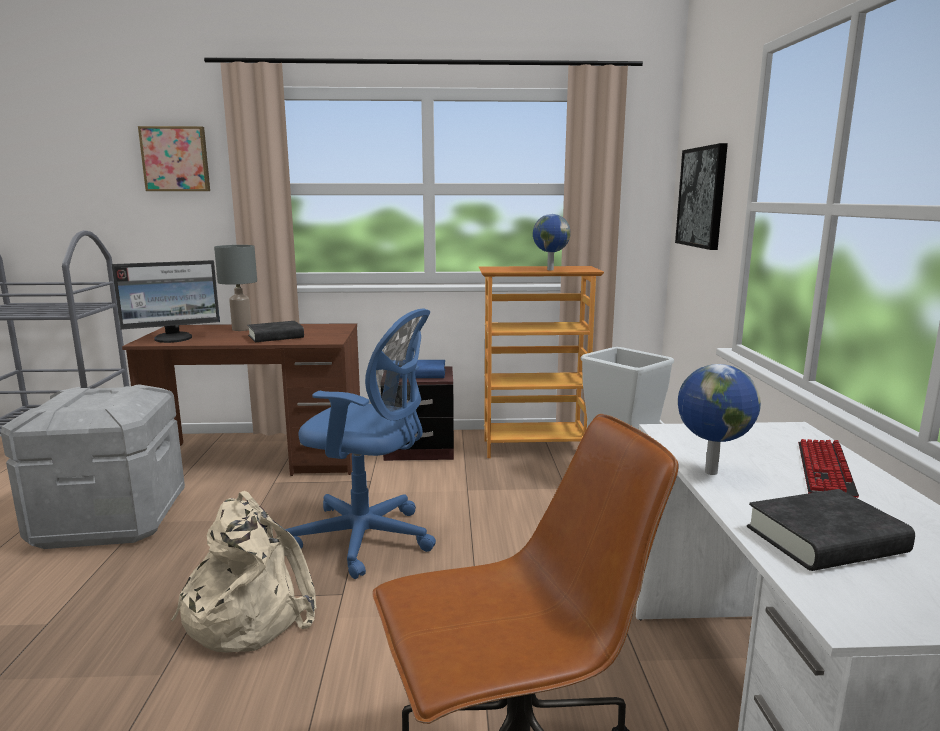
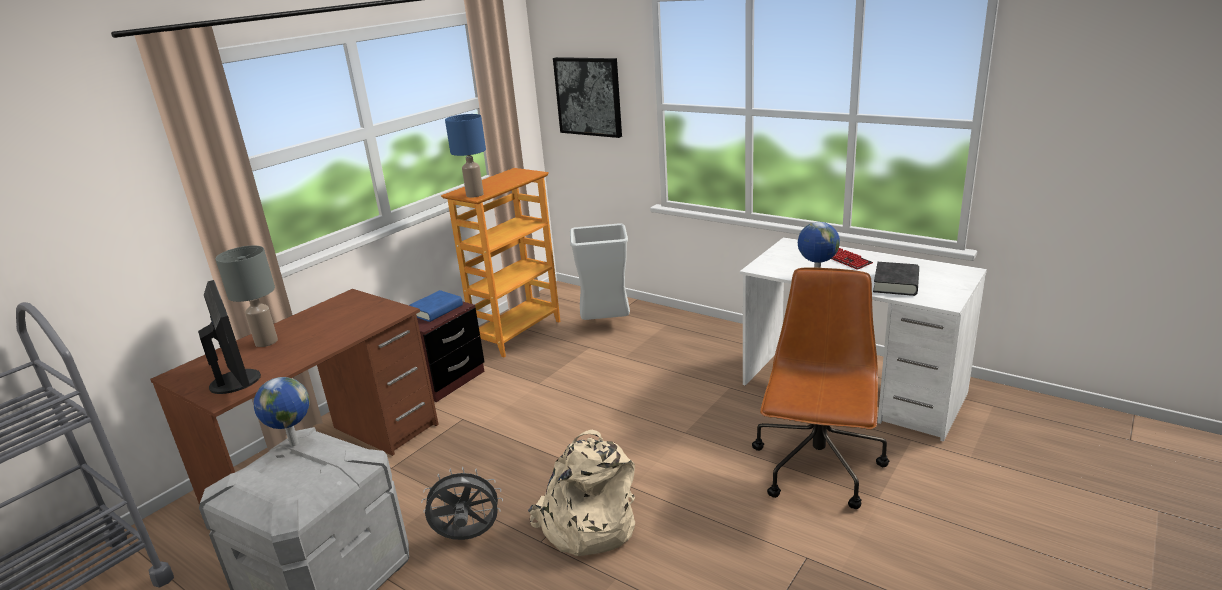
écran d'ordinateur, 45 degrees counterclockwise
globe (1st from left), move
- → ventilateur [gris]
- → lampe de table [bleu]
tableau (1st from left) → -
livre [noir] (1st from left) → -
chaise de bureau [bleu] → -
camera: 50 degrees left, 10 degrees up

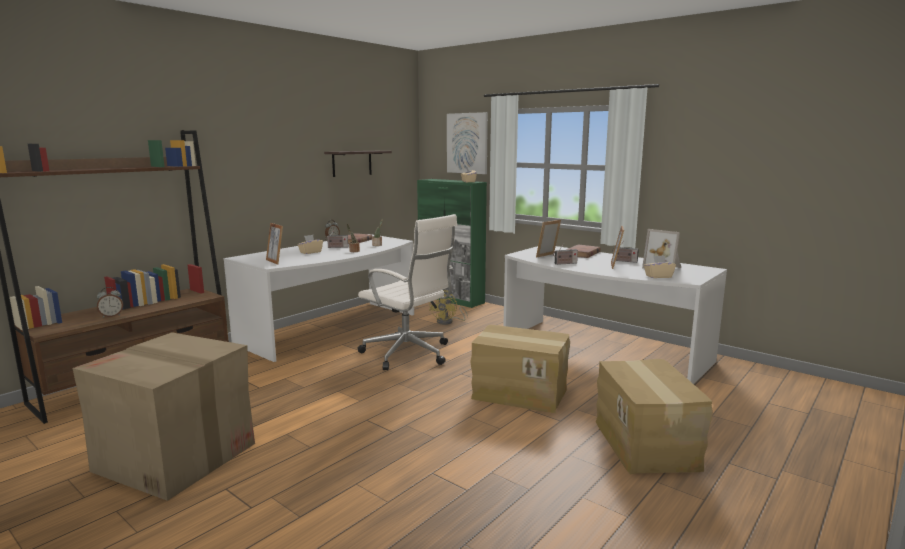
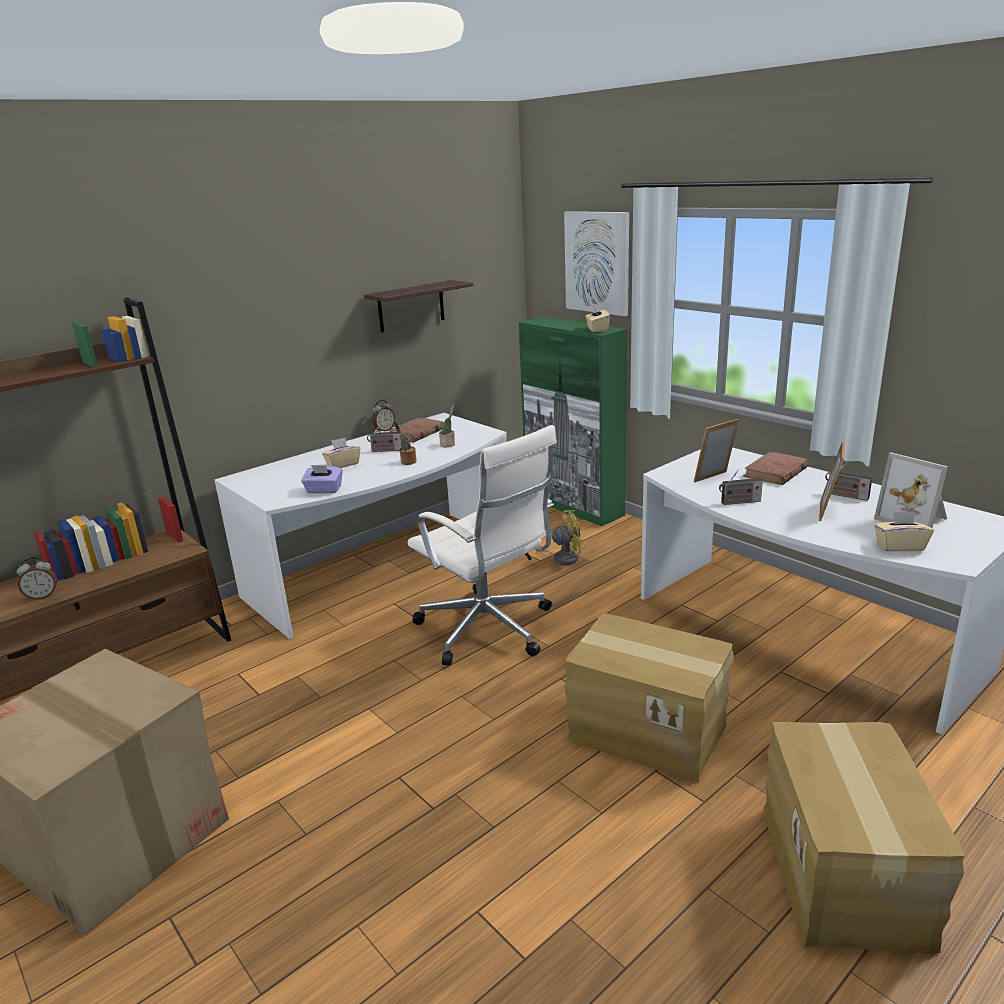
- → boîte à mouchoirs [violet]
ventilateur [jaune], 135 degrees counterclockwise
cadre photo (1st from left) → -
camera: 10 degrees right, 10 degrees up

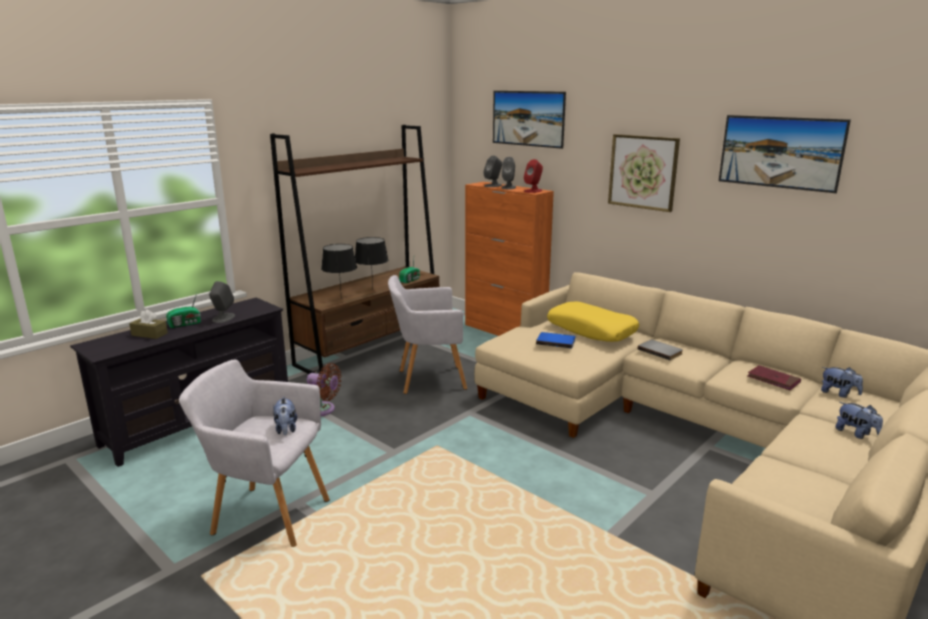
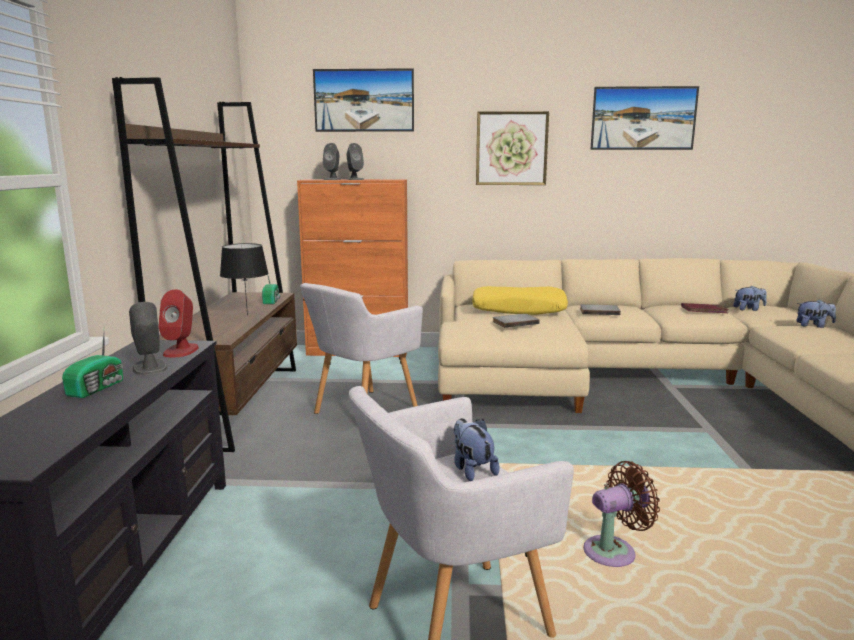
enceinte [rouge], move
peluche (1st from left), 150 degrees counterclockwise
livre [bleu] → livre [gris] (1st from left)
ventilateur [marron], move
boîte à mouchoirs [marron] → -
lampe de table [noir] (1st from left) → -
camera: 40 degrees left, 5 degrees down

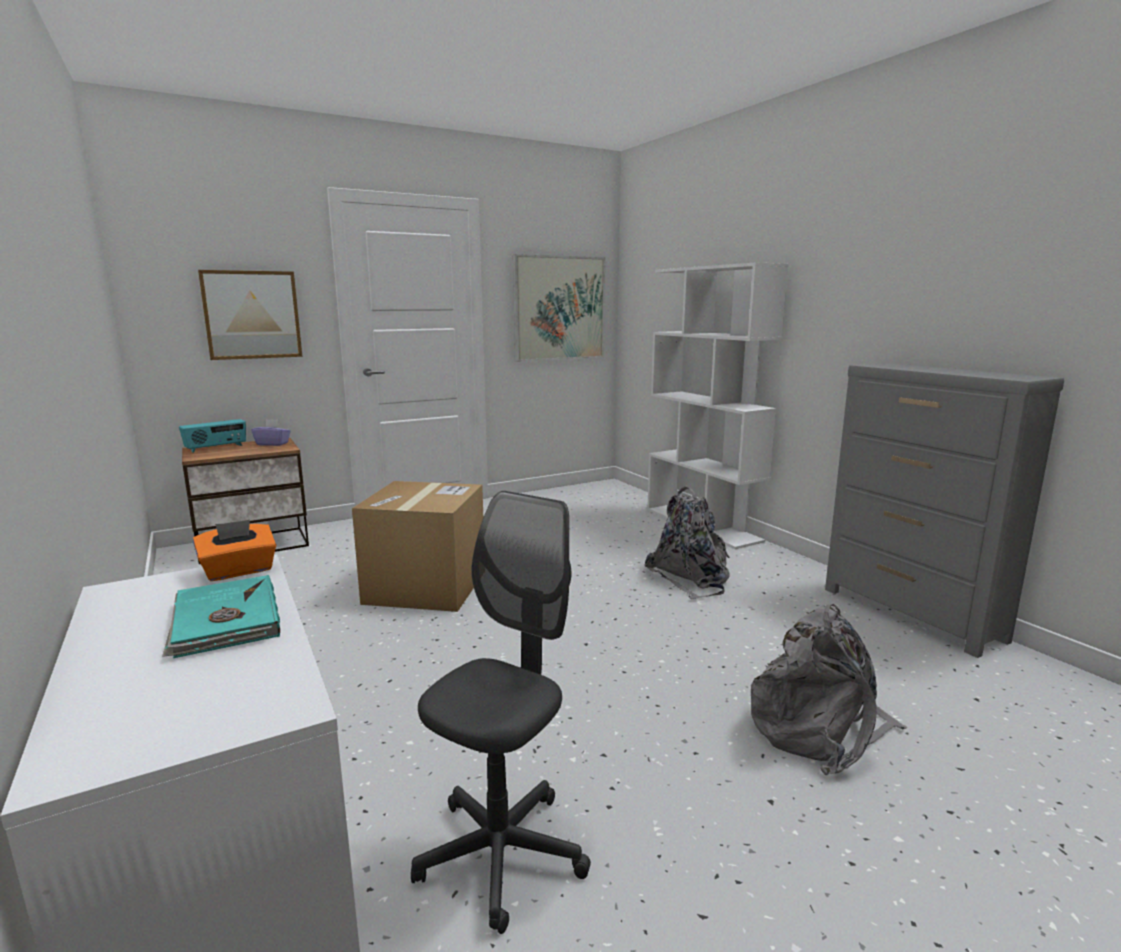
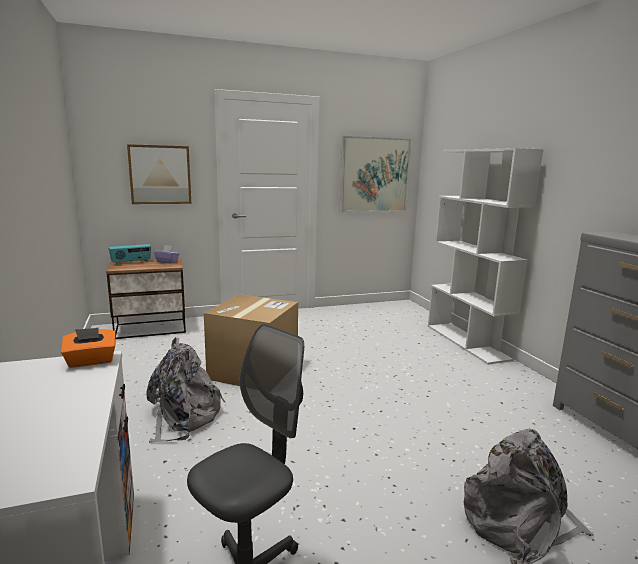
sac à dos [gris] (1st from left), move
livre [turquoise] → -
camera: 10 degrees right, 0 degrees up

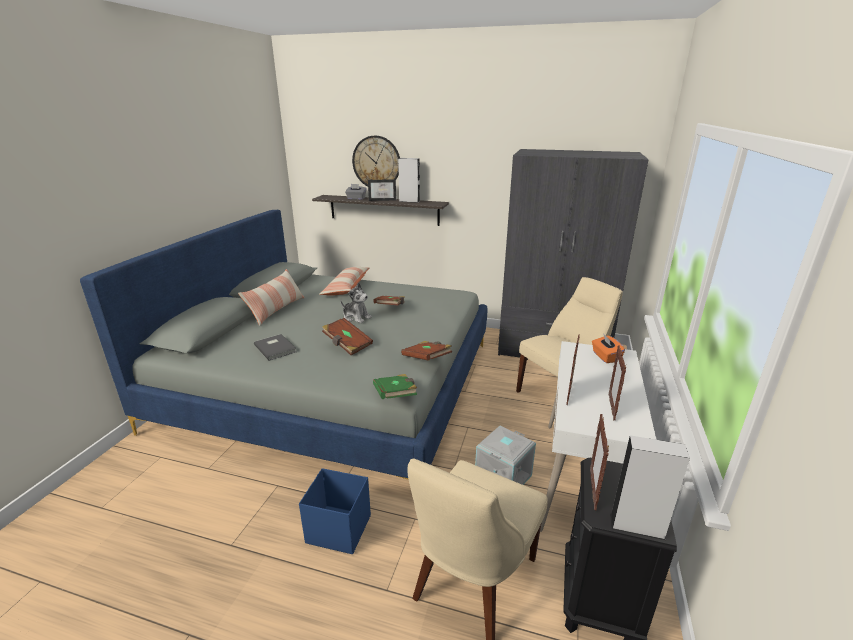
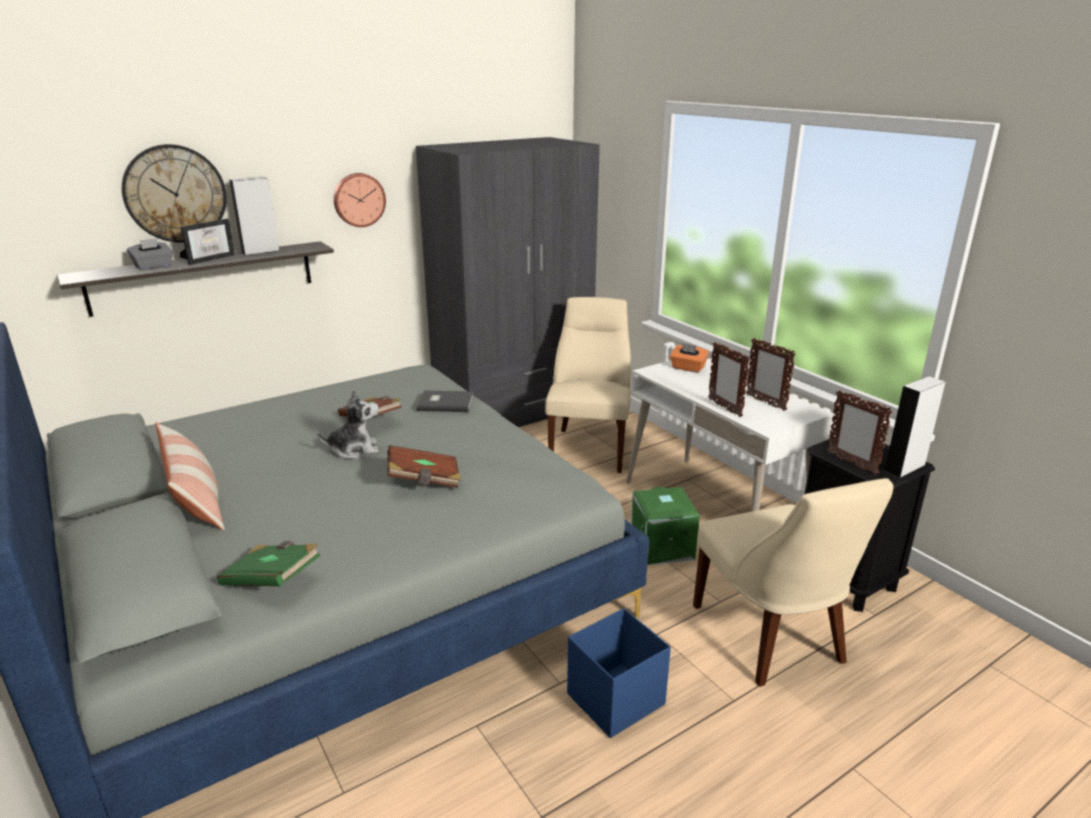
livre [vert], move
- → horloge murale (2nd from left)
livre [gris], move
boîte de rangement [gris] → boîte de rangement [vert]
coussin (2nd from left) → -
livre [marron] (3rd from left) → -
camera: 50 degrees left, 0 degrees up

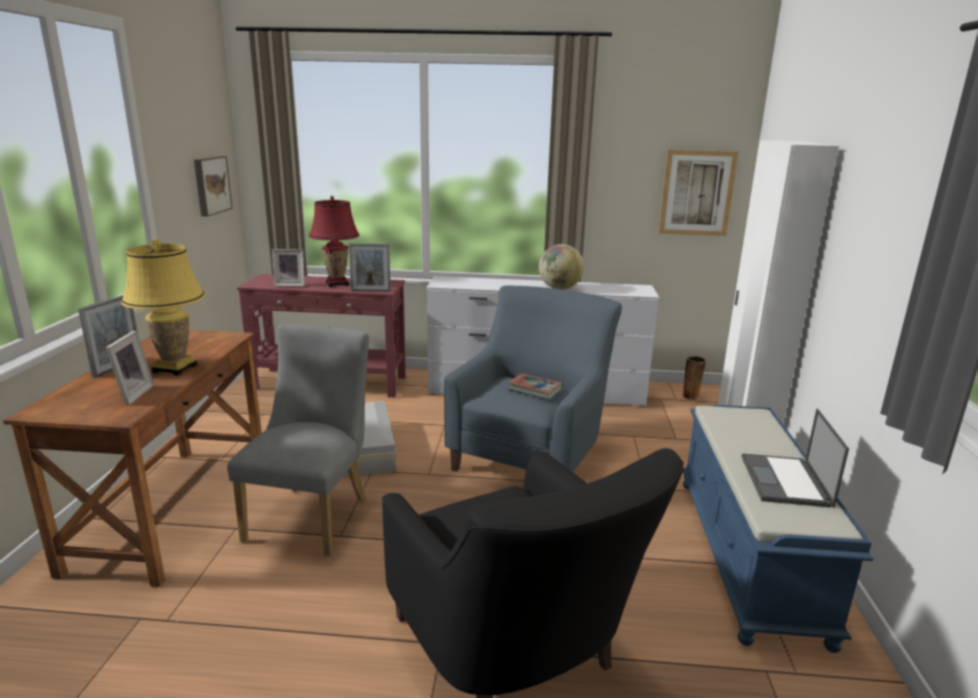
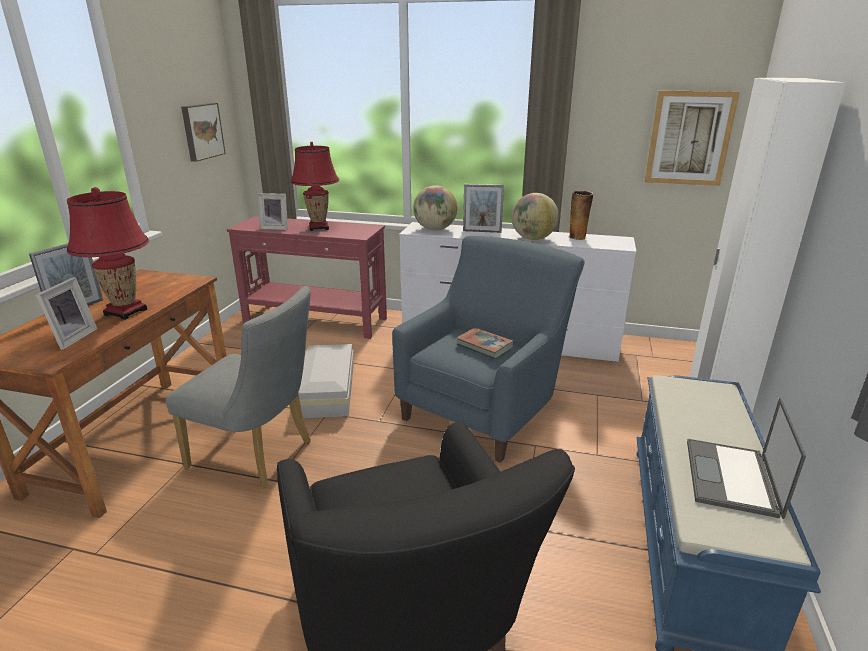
lampe de table [jaune] → lampe de table [rouge] (1st from left)
chaise [gris], 90 degrees clockwise
- → globe (1st from left)
cadre photo (4th from left), move
vase, move
camera: 10 degrees right, 5 degrees up

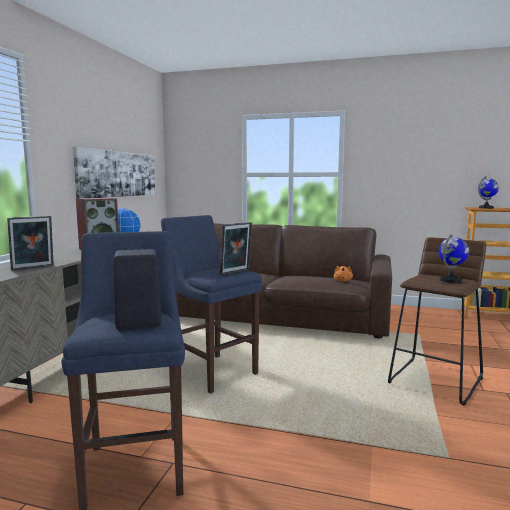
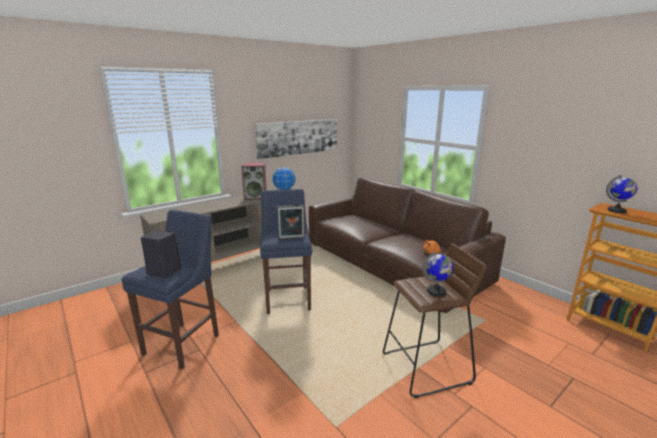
cadre photo (1st from left) → -
camera: 35 degrees right, 10 degrees up

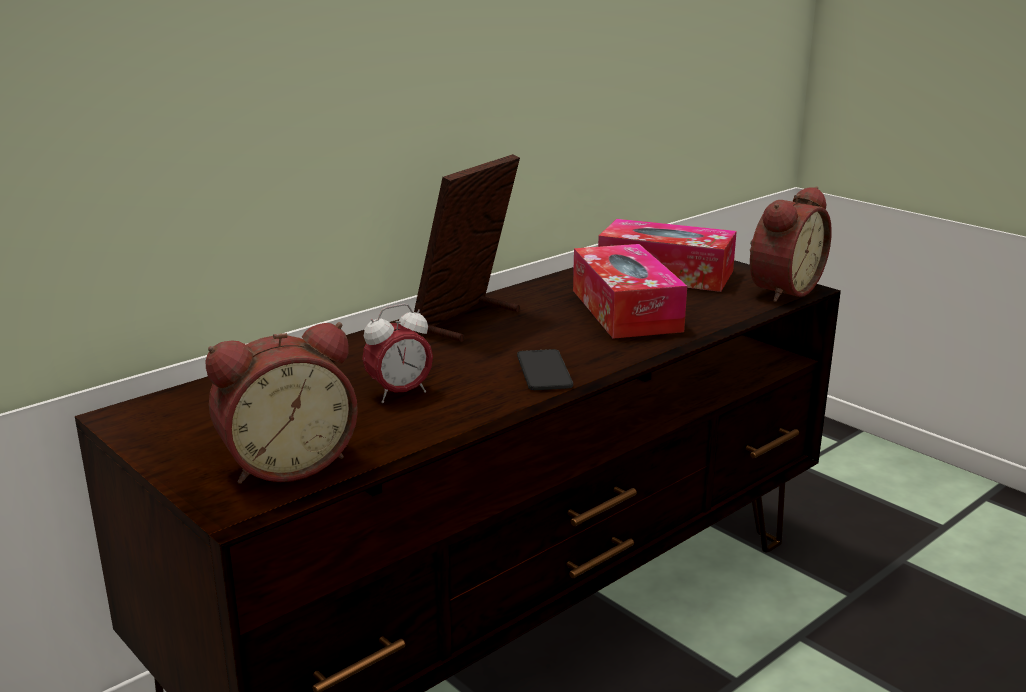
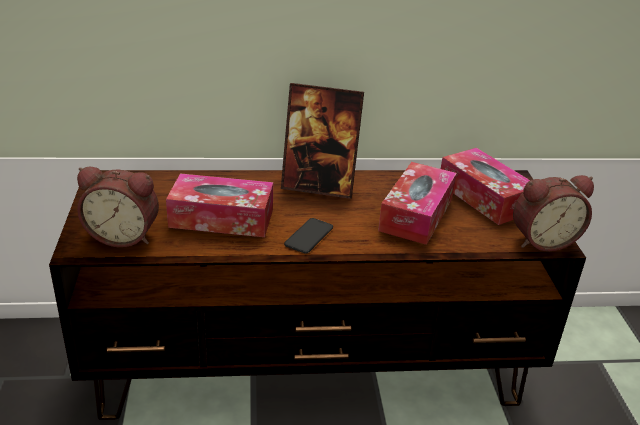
réveil (2nd from left) → boîte à mouchoirs (1st from left)
cadre photo, 150 degrees counterclockwise
camera: 35 degrees right, 10 degrees up

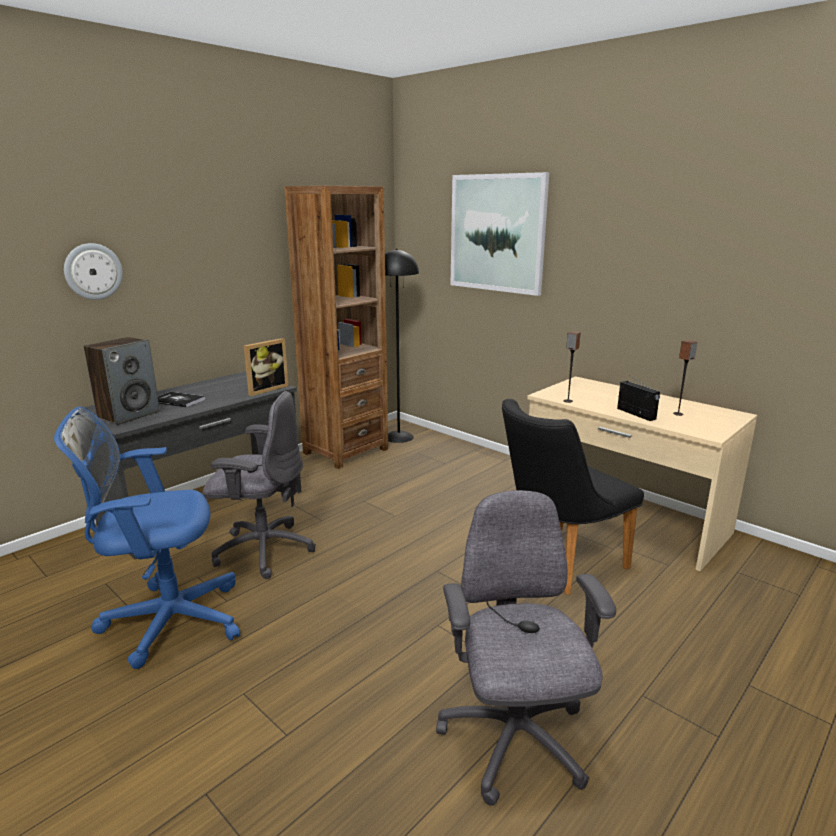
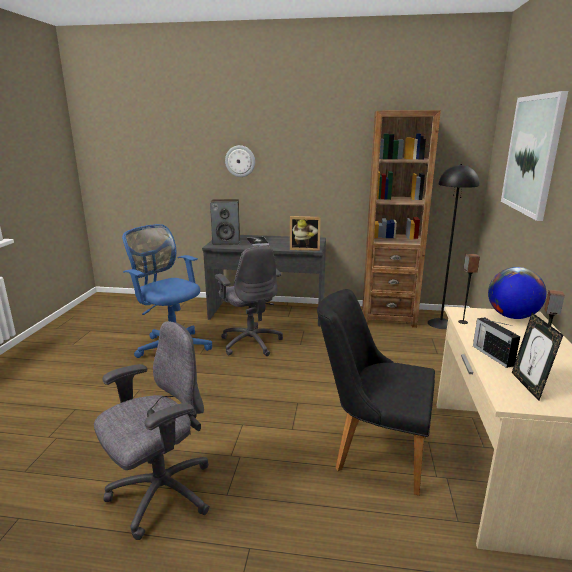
radio, 135 degrees clockwise
- → globe
- → cadre photo (2nd from left)
camera: 55 degrees right, 0 degrees up

